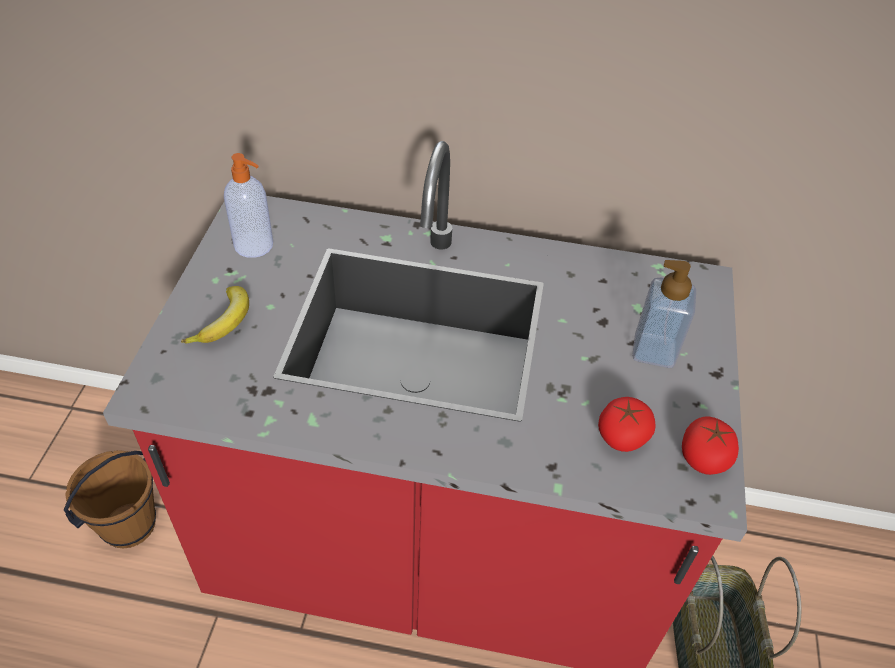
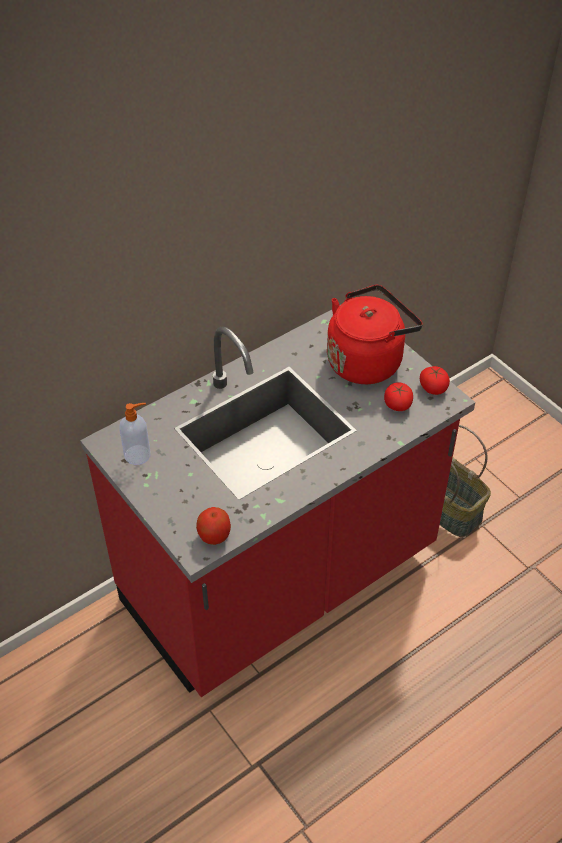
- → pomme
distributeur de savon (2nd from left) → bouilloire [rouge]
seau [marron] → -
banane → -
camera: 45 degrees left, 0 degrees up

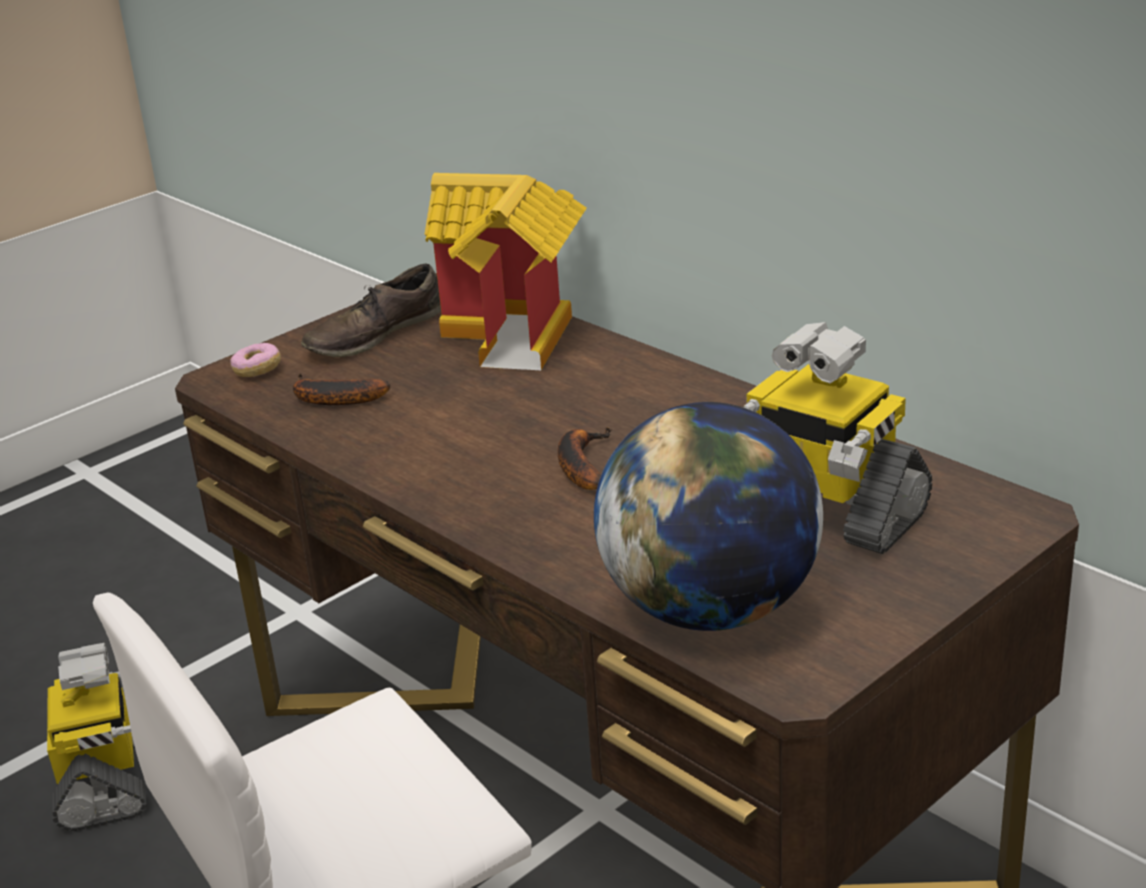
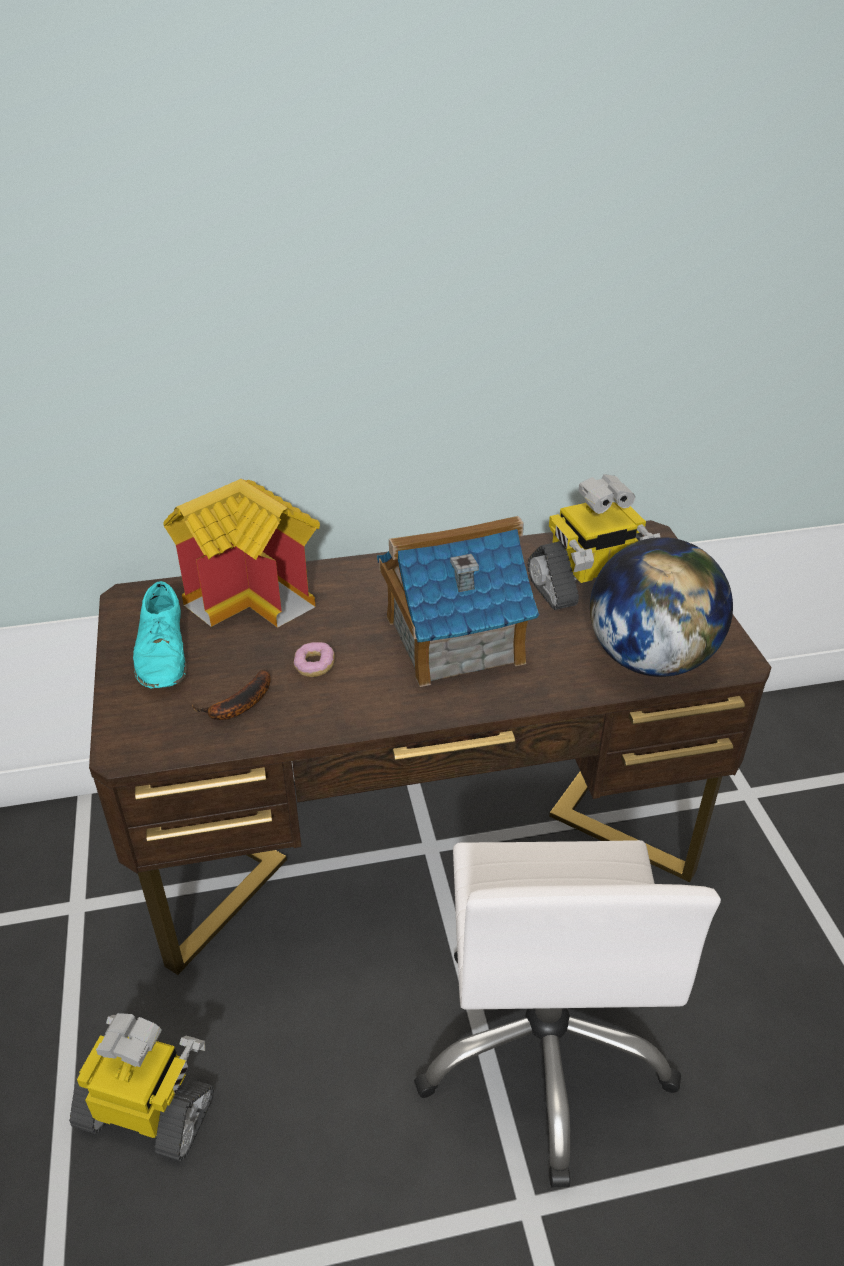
chaussure [marron] → chaussure [turquoise]
beignet, move
banane (2nd from left) → maison miniature (2nd from left)
camera: 60 degrees left, 10 degrees up

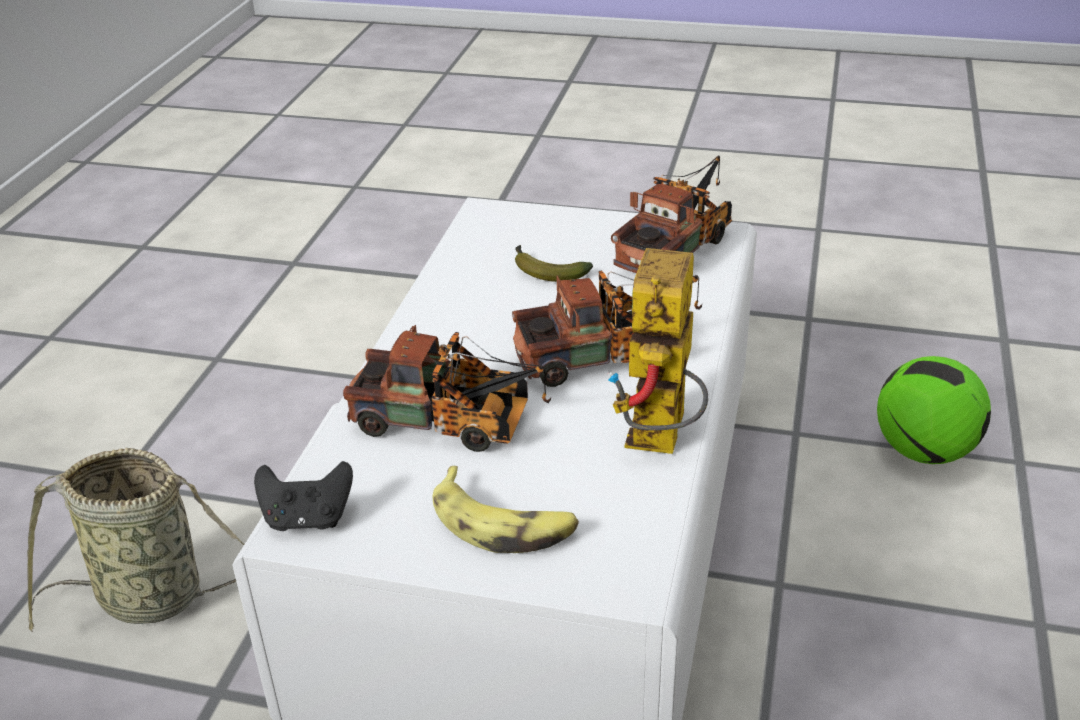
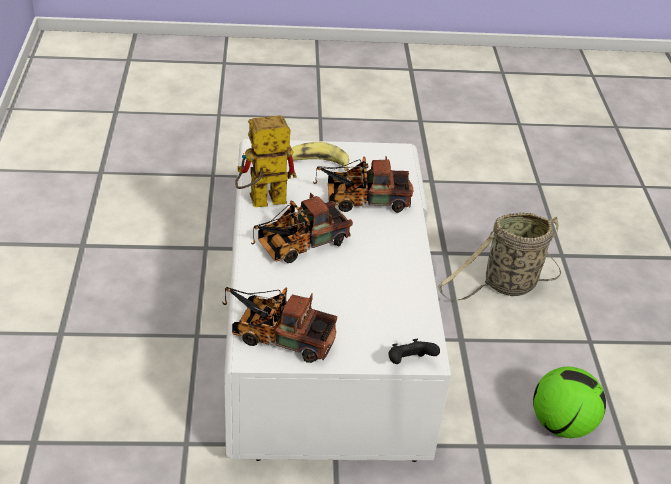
camion jouet (3rd from left in the first image) → camion jouet (1st from left), 90 degrees clockwise
robot jouet, 105 degrees counterclockwise
manette [noir], move
ballon de foot, move
banane (2nd from left) → -
camera: 160 degrees right, 5 degrees up

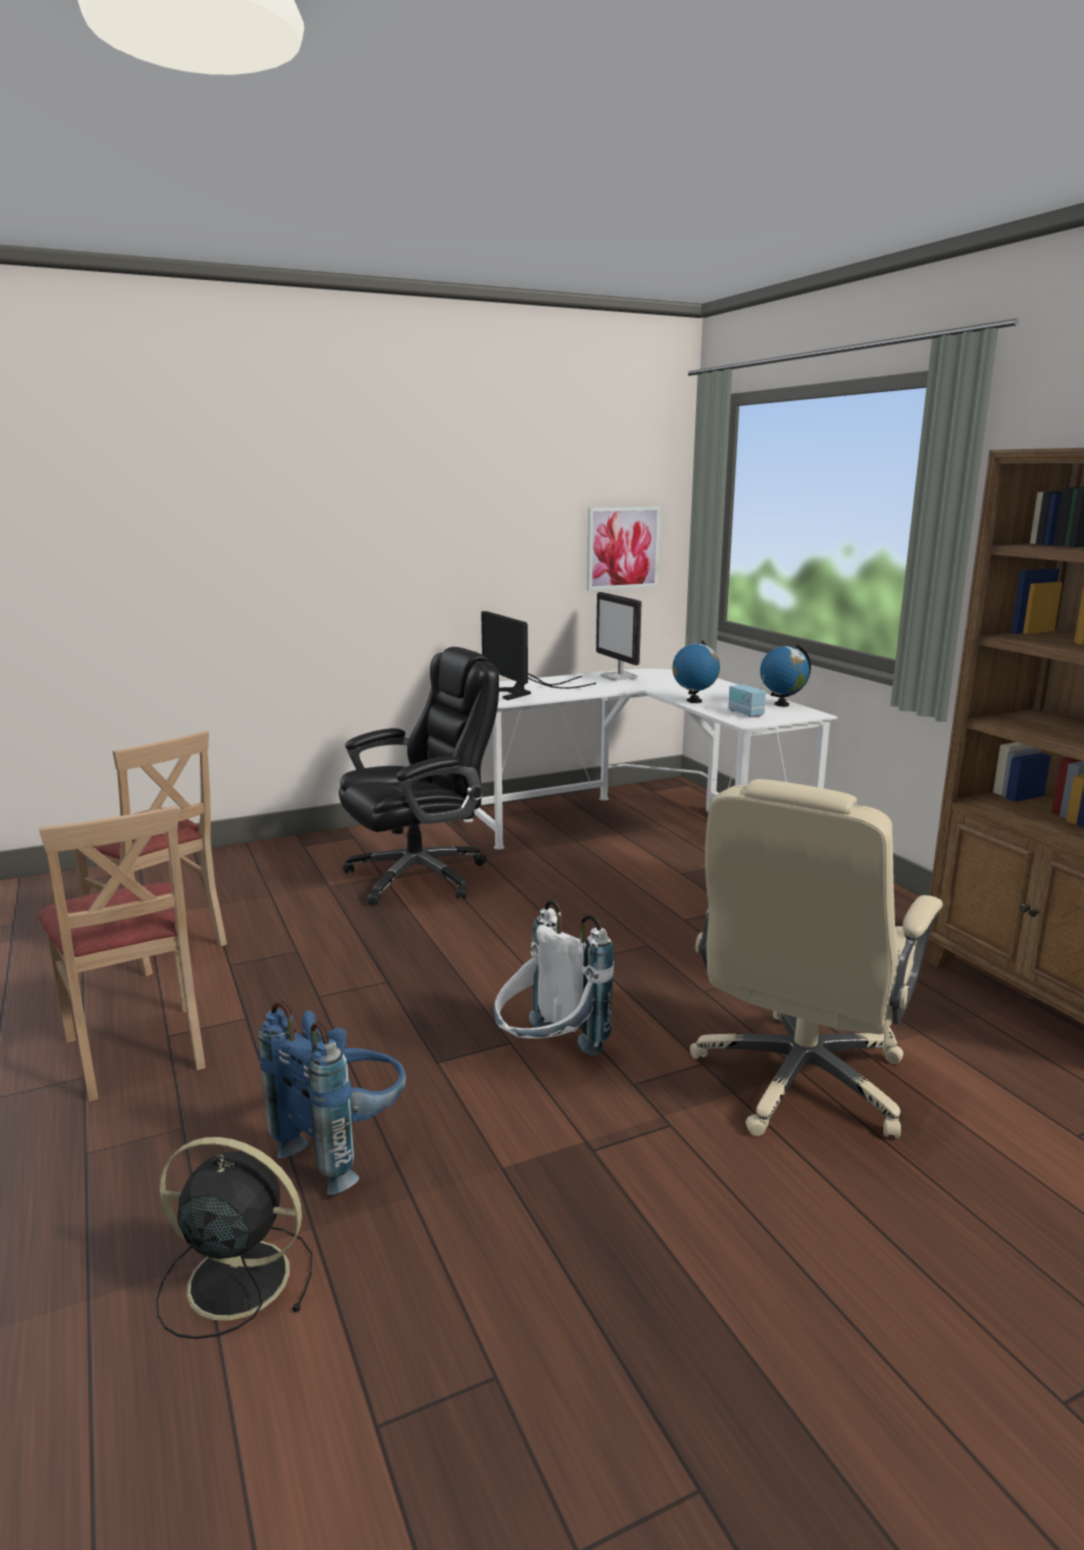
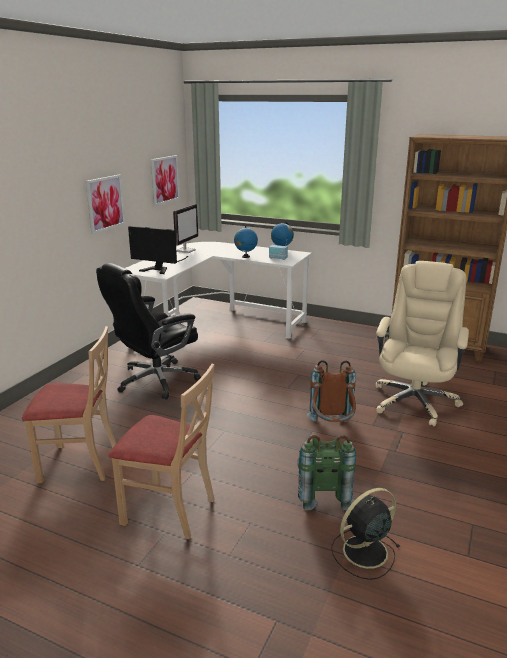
- → tableau (1st from left)
chaise de bureau [noir], 150 degrees counterclockwise
écran d'ordinateur (2nd from left), 90 degrees counterclockwise
sac à dos [bleu] → sac à dos [vert]
sac à dos [blanc] → sac à dos [marron]
chaise de bureau [beige], 150 degrees counterclockwise
camera: 40 degrees left, 5 degrees up

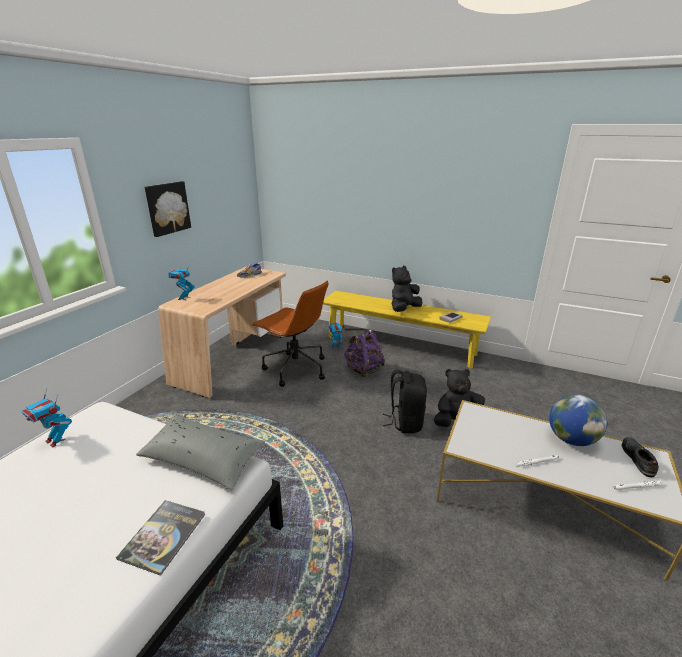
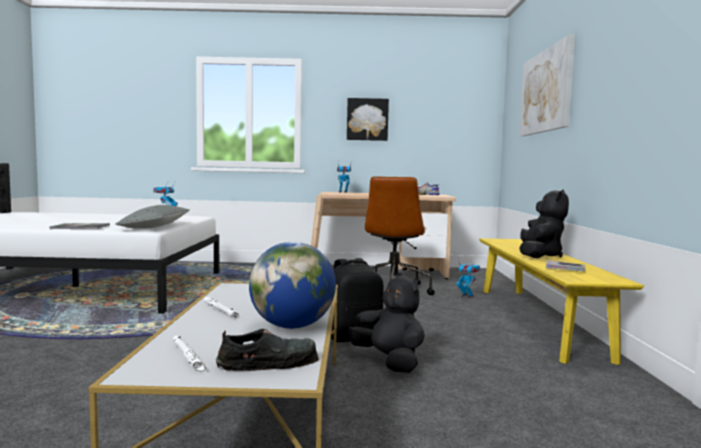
- → tableau (2nd from left)
peluche [noir] (1st from left in the first image) → peluche [noir] (2nd from left), 90 degrees clockwise
sac à dos [violet] → -
camera: 65 degrees right, 20 degrees down

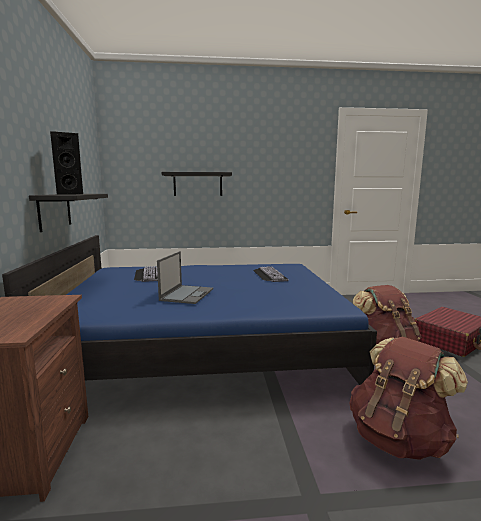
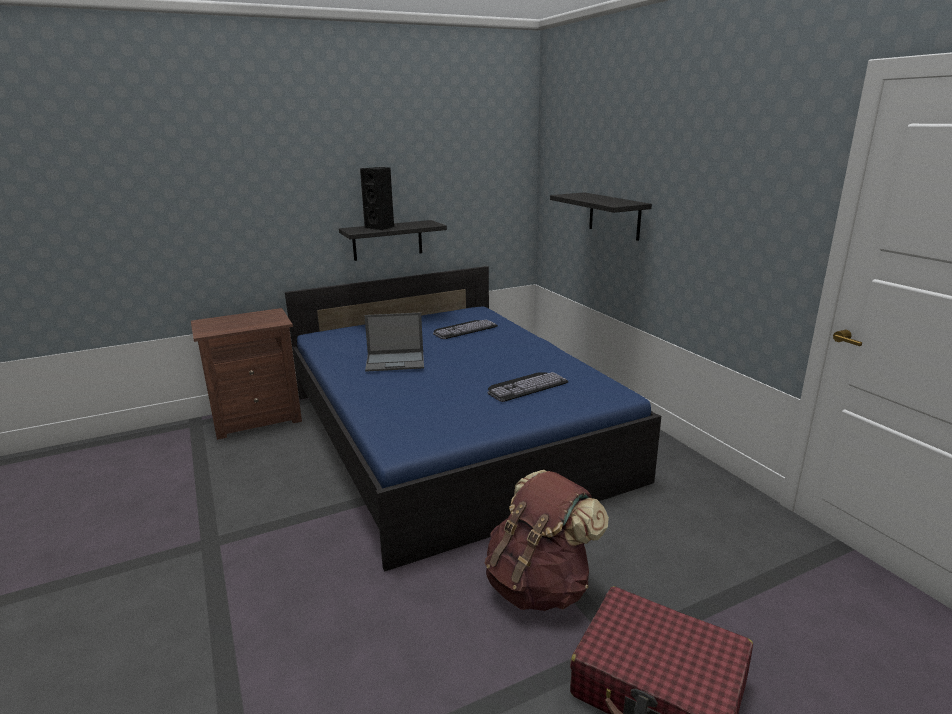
sac à dos [marron] (2nd from left) → -
camera: 70 degrees right, 10 degrees up

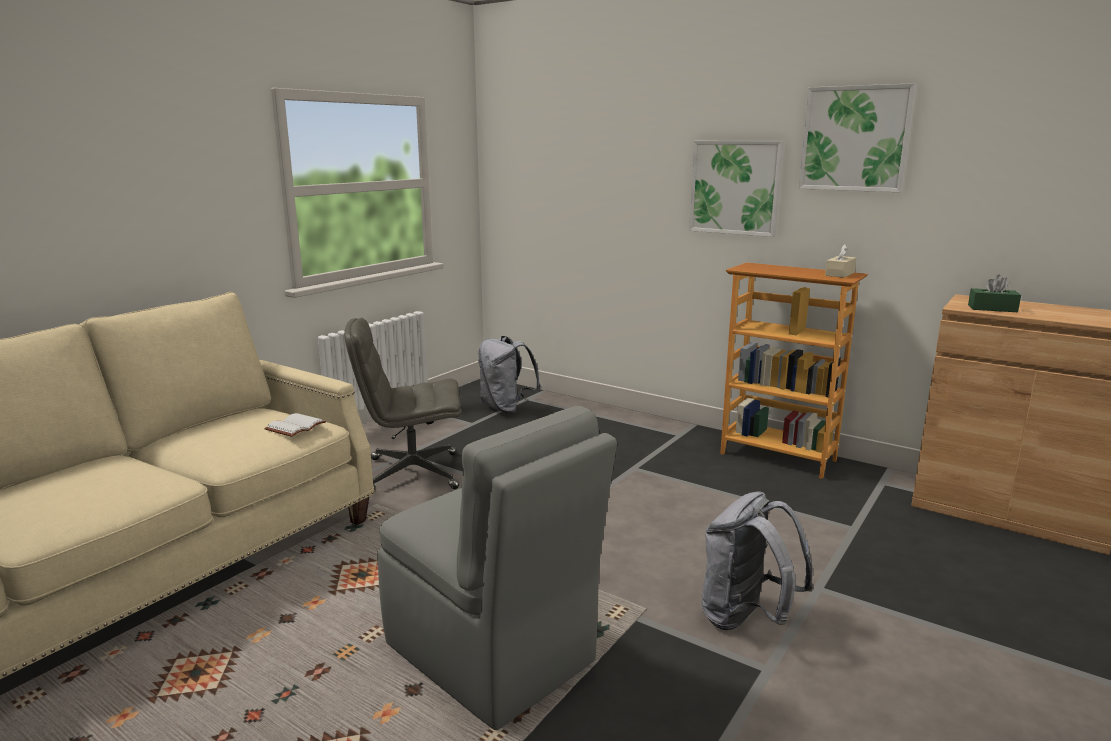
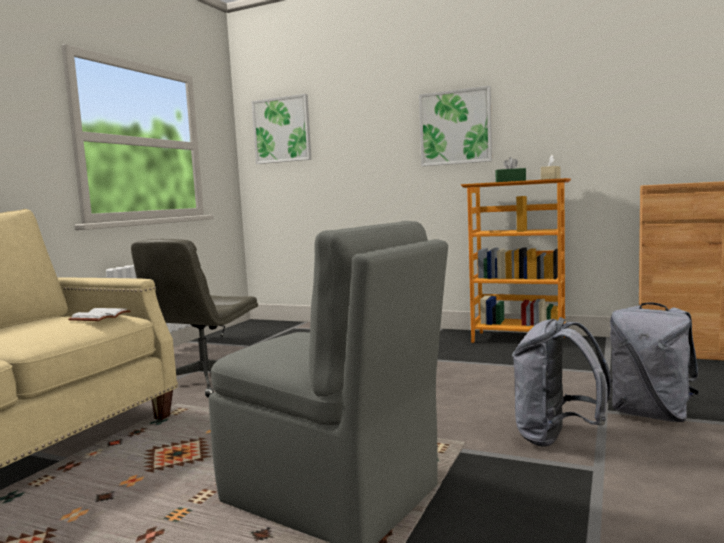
chaise de bureau [gris], 45 degrees counterclockwise
tableau (2nd from left in the first image) → tableau (1st from left), move
boîte à mouchoirs [vert], move
sac à dos [gris] (1st from left in the first image) → sac à dos [gris] (2nd from left), move
camera: 10 degrees left, 10 degrees down

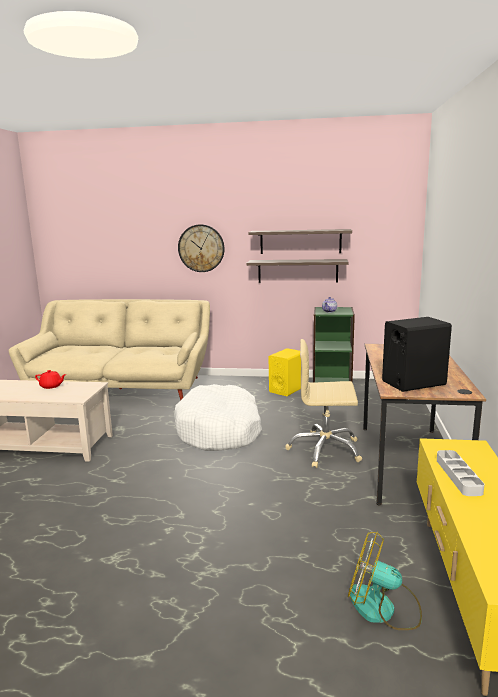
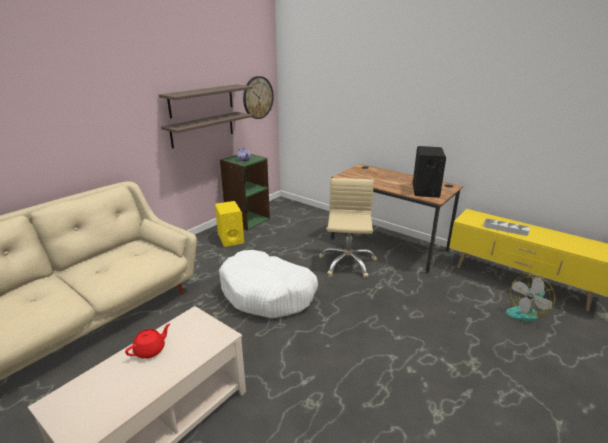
horloge murale, move
chaise de bureau [beige], 150 degrees clockwise
camera: 60 degrees left, 10 degrees up

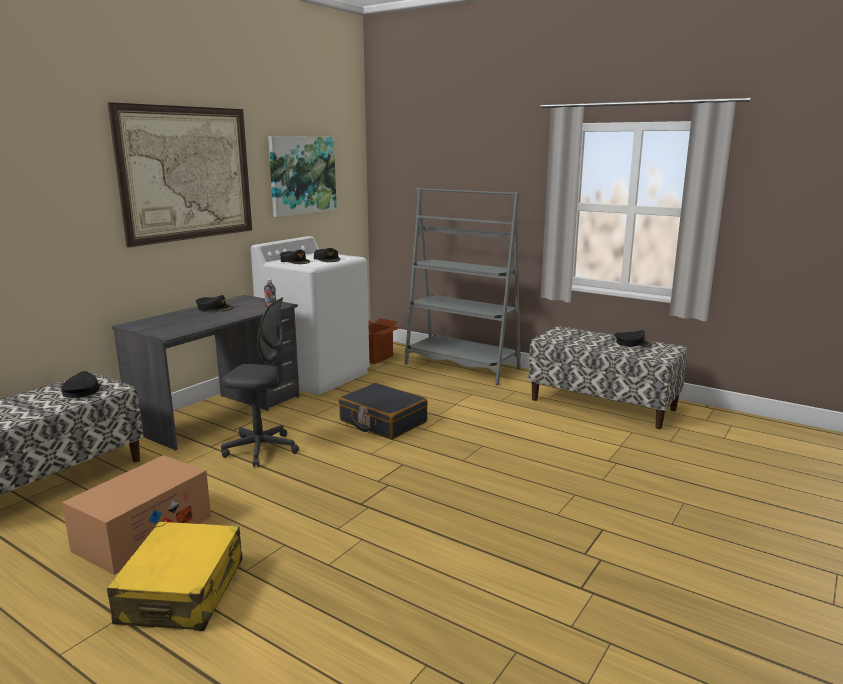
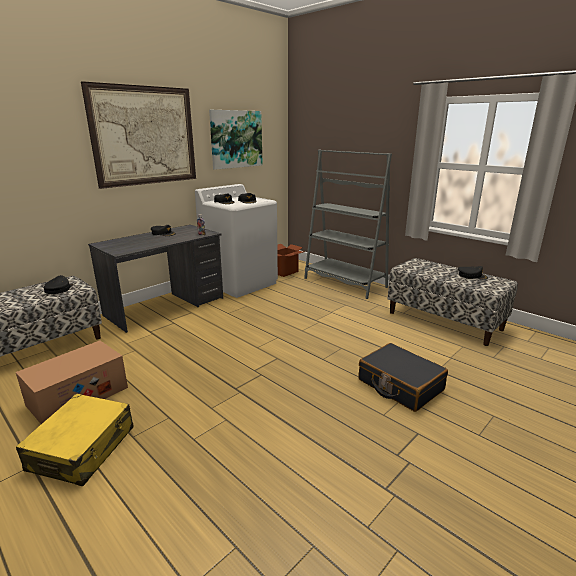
valise [noir], move
chaise de bureau [gris] → -
camera: 10 degrees right, 5 degrees up

